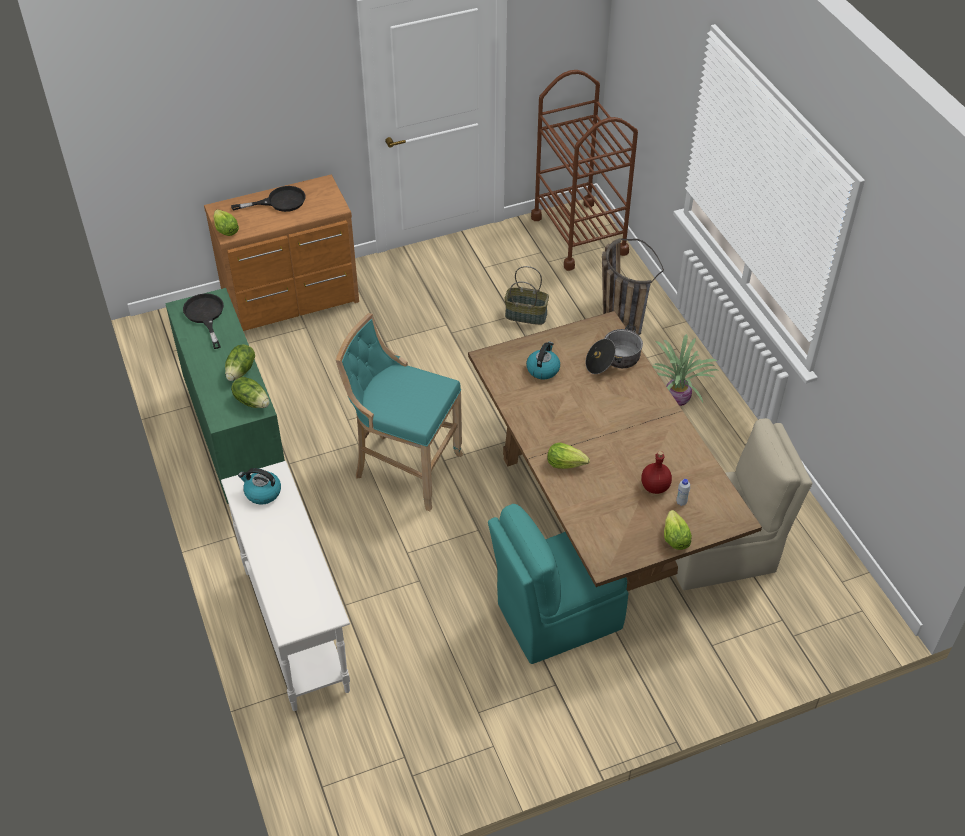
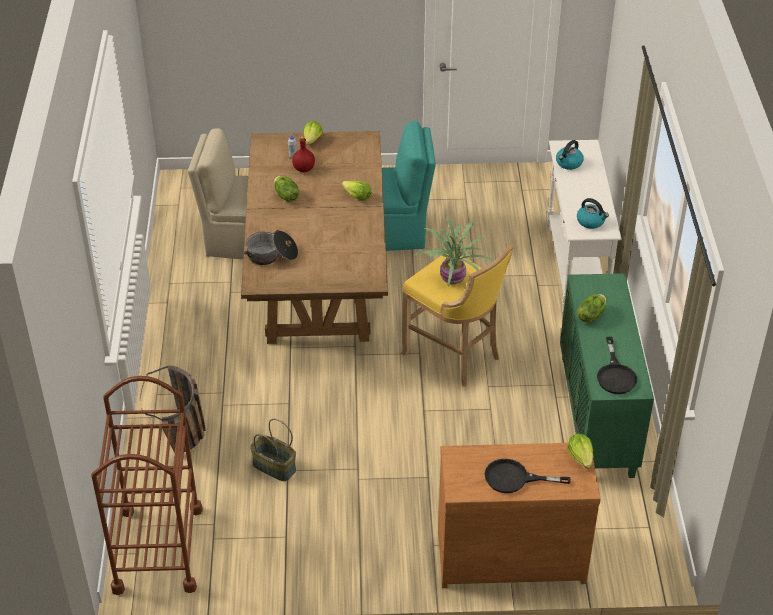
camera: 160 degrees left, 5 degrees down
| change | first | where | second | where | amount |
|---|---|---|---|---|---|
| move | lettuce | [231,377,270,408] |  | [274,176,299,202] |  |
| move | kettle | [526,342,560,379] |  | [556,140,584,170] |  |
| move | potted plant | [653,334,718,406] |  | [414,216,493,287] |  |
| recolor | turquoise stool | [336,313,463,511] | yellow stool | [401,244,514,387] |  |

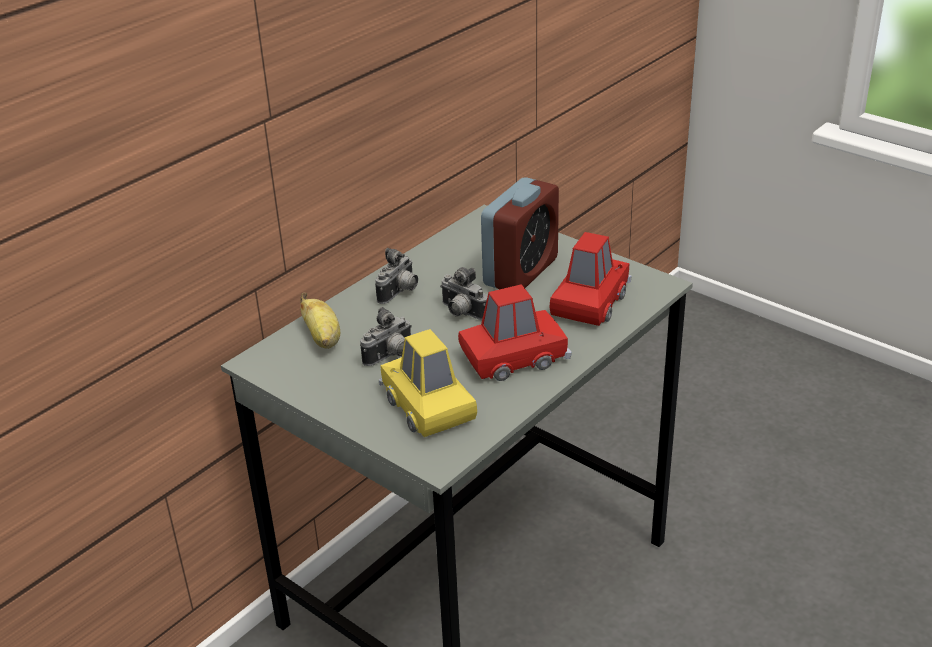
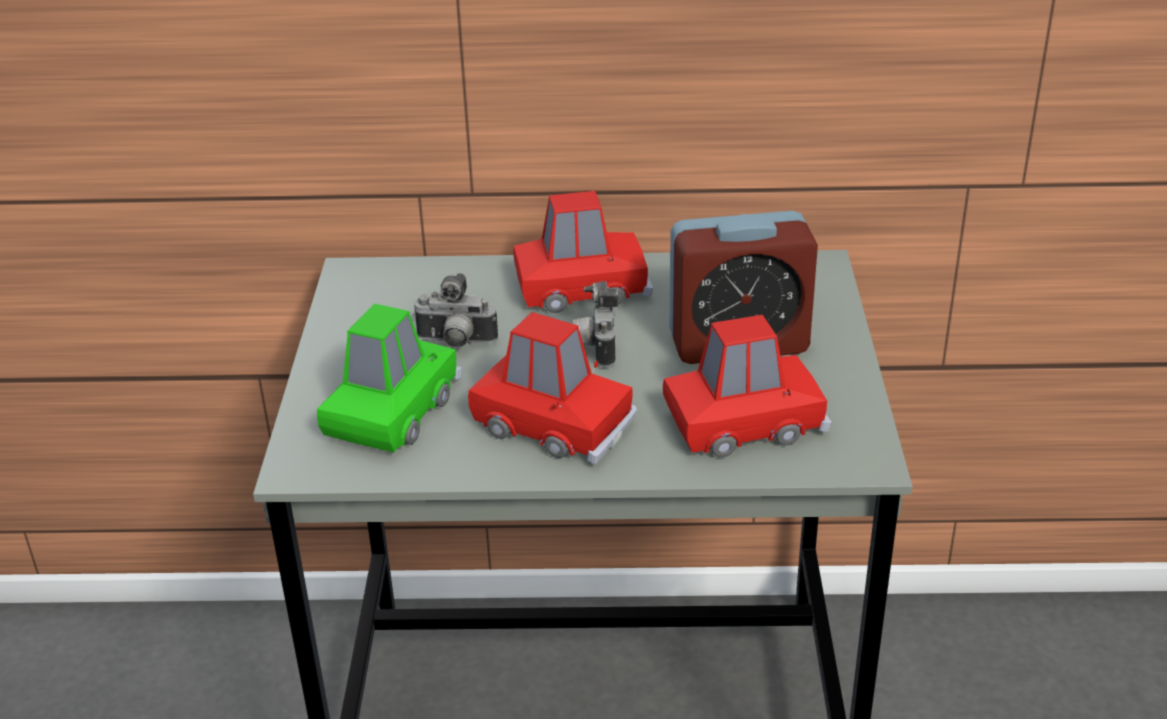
camera: 50 degrees right, 0 degrees up
| change | first | where | second | where | amount |
|---|---|---|---|---|---|
| delete | banana | [300,293,340,349] |  |  |  |
| replace | photo camera | [375,248,418,304] | red toy car | [513,191,653,313] |  |
| recolor | yellow toy car | [379,329,477,437] | green toy car | [317,304,462,452] |  |

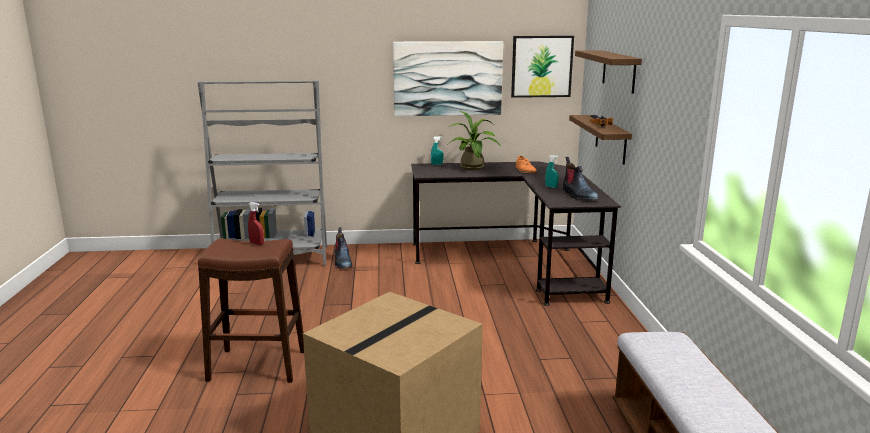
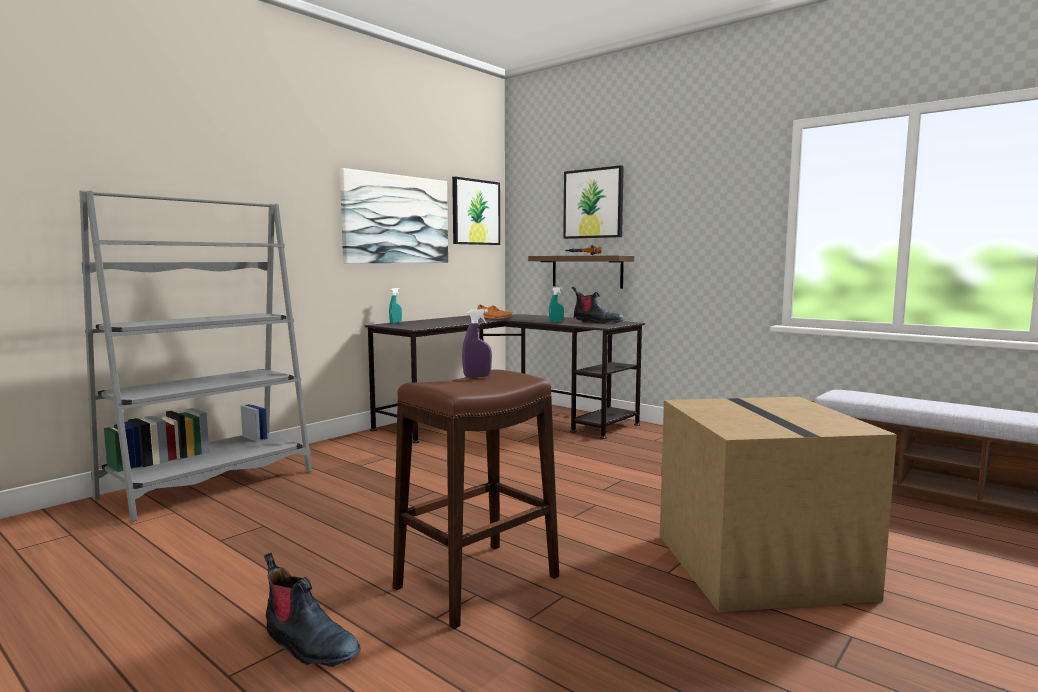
camera: 45 degrees left, 10 degrees down
| change | first | where | second | where | amount |
|---|---|---|---|---|---|
| delete | potted plant | [447,111,501,170] |  |  |  |
| move | boot | [334,227,352,269] |  | [264,553,360,667] |  |
| replace | brown shelf | [575,50,642,94] | picture | [563,165,624,239] |  |
| recolor | red spray bottle | [248,202,264,245] | purple spray bottle | [462,309,492,377] |  |

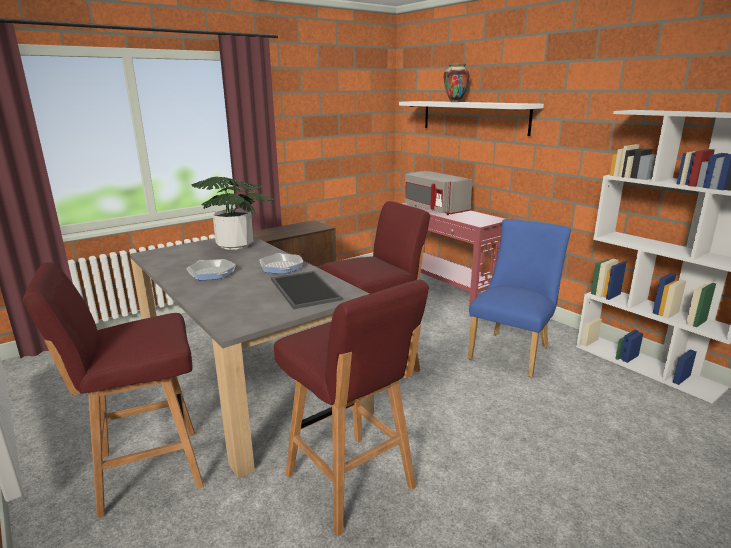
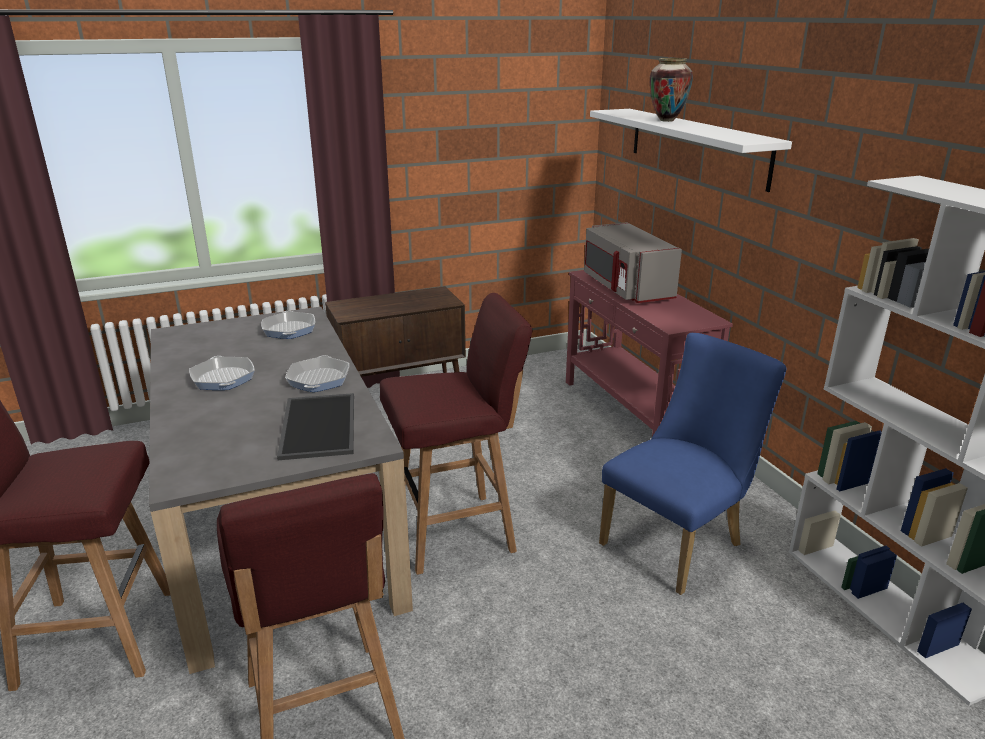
camera: 15 degrees right, 5 degrees up
| change | first | where | second | where | amount |
|---|---|---|---|---|---|
| replace | potted plant | [192,176,275,250] | frying pan | [261,311,315,339] |  |

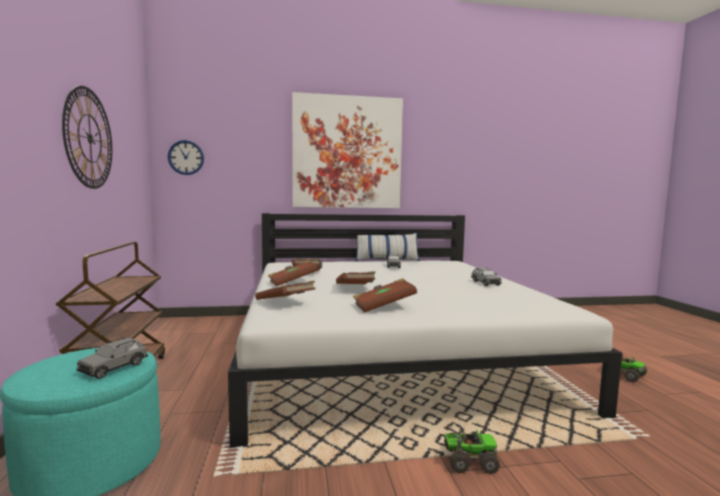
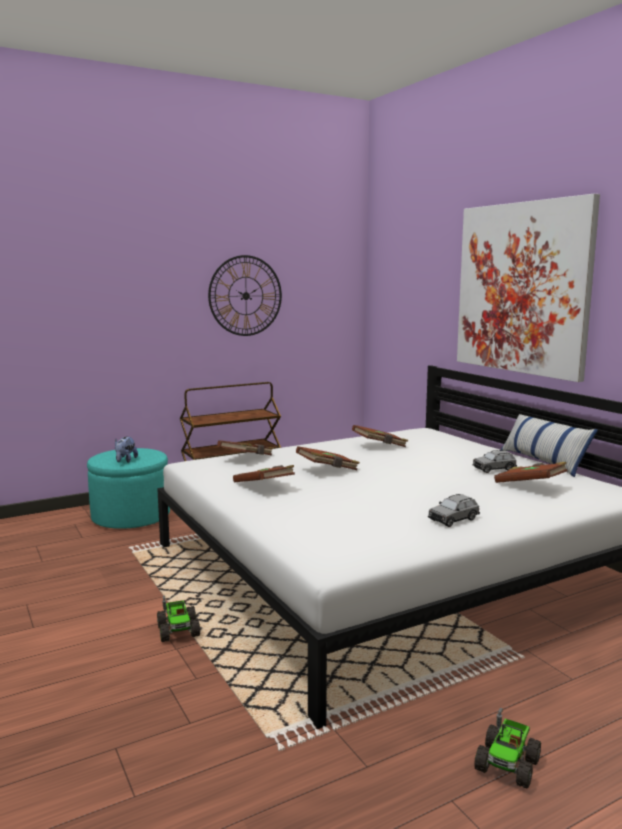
camera: 70 degrees right, 5 degrees up
| change | first | where | second | where | amount |
|---|---|---|---|---|---|
| delete | wall clock | [168,140,204,175] |  |  |  |
| move | brown book | [268,260,319,286] |  | [494,462,568,483] |  |
| replace | grey toy car | [77,338,148,379] | plush toy | [115,437,138,463] |  |

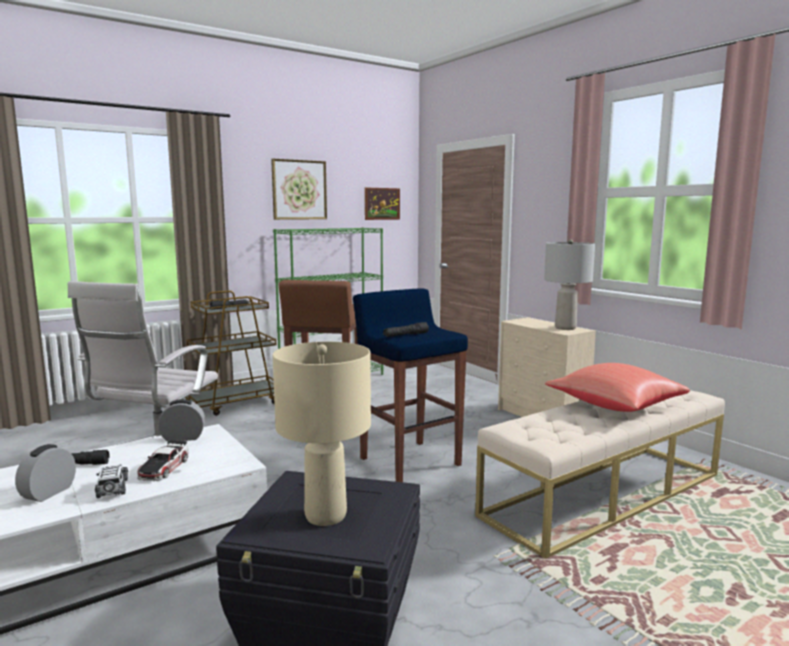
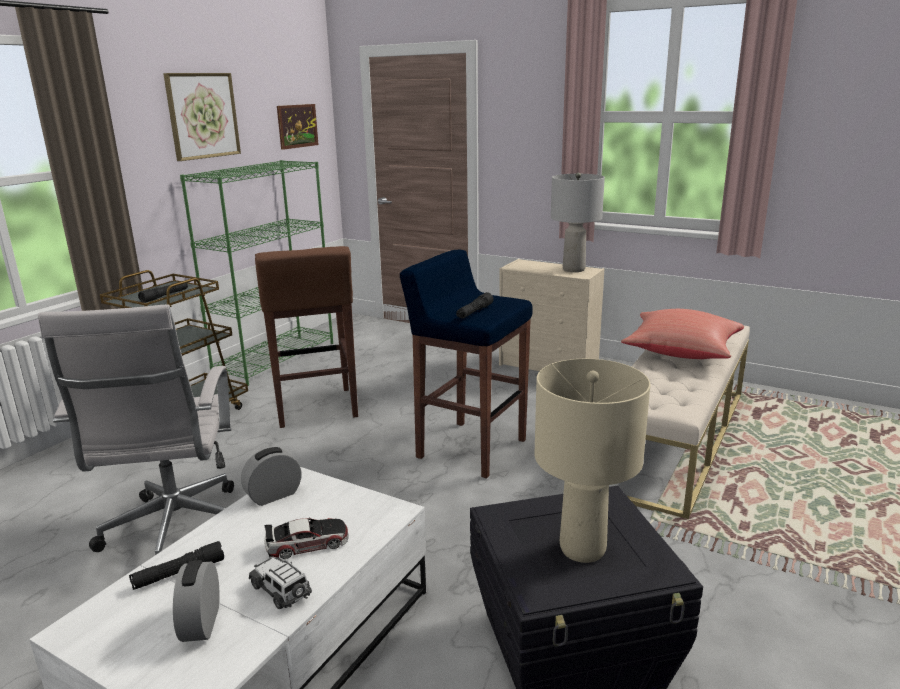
camera: 25 degrees left, 10 degrees up
| change | first | where | second | where | amount |
|---|---|---|---|---|---|
| rotate | toy car | [137,440,188,481] |  | [264,518,349,559] | 90 degrees counterclockwise |

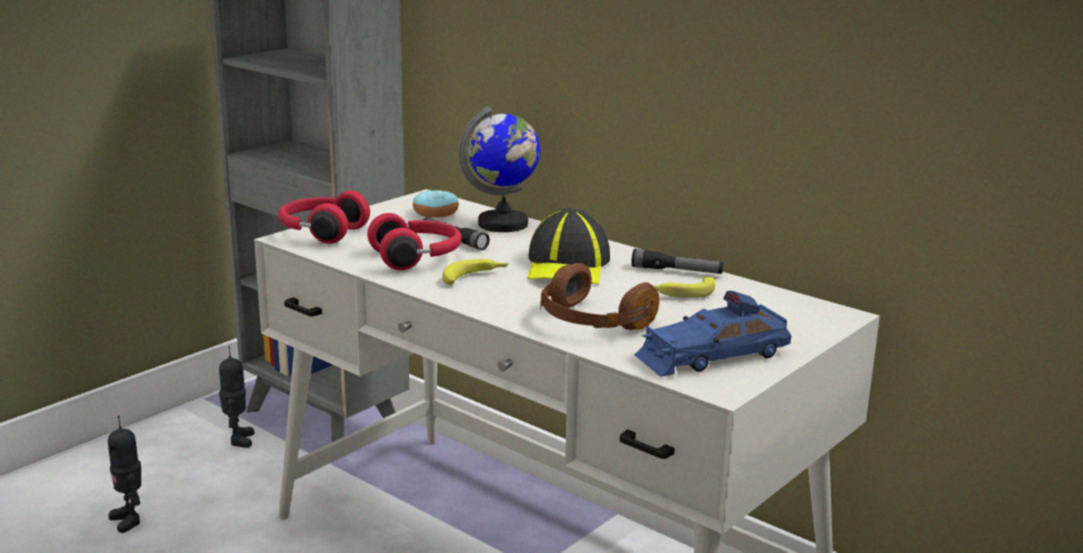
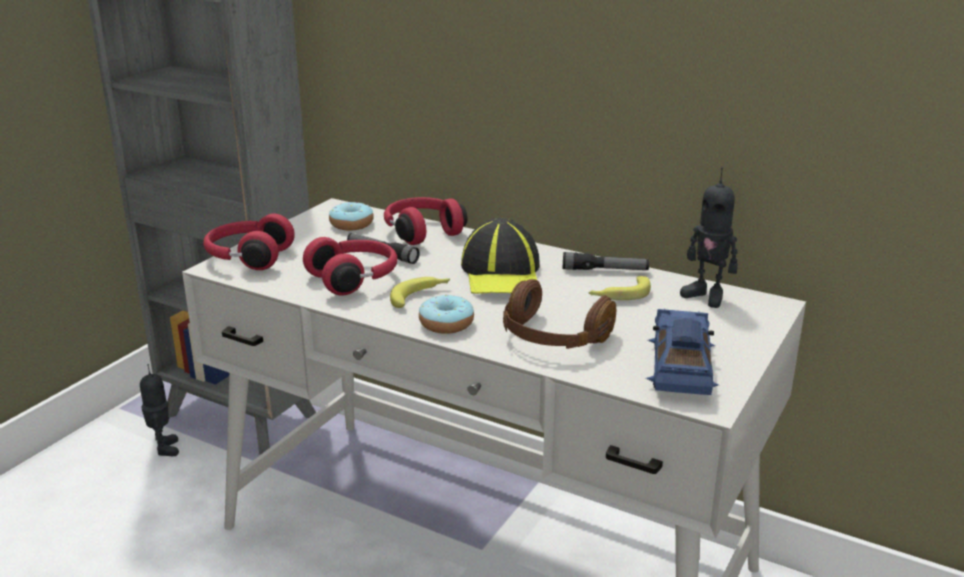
camera: 10 degrees left, 5 degrees up
| change | first | where | second | where | amount |
|---|---|---|---|---|---|
| insert |  |  | donut | [419,295,474,334] |  |
| move | toy robot | [108,416,141,533] |  | [680,167,738,308] |  |
| replace | globe | [459,106,540,232] | red headphones | [384,197,467,245] |  |
| rotate | blue toy car | [634,291,791,377] |  | [646,309,719,395] | 135 degrees clockwise |

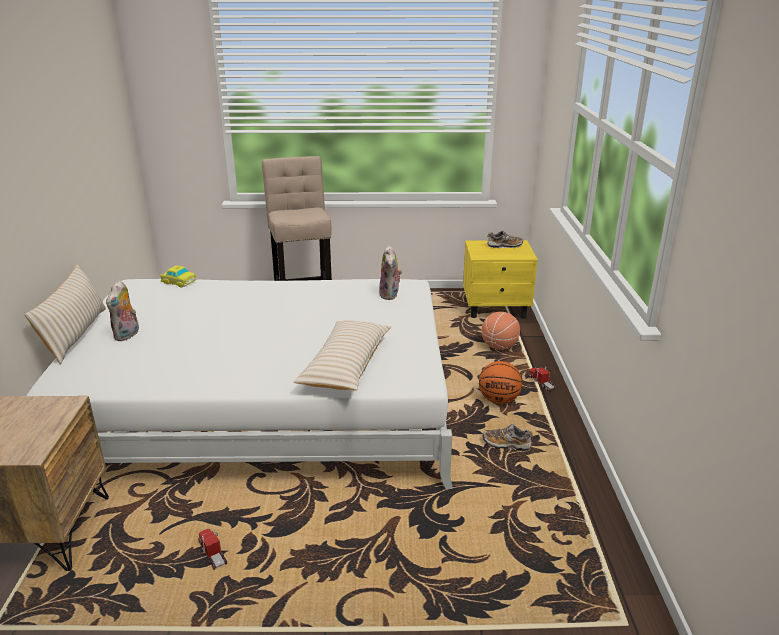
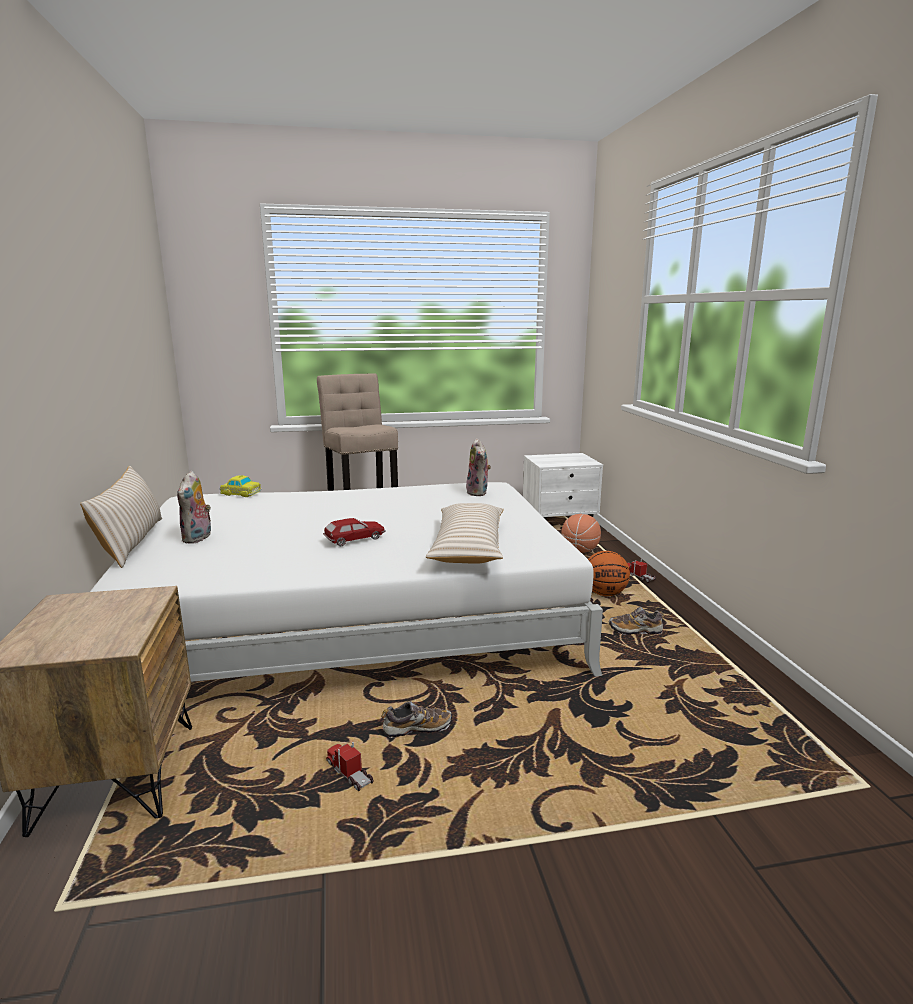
camera: 10 degrees left, 10 degrees down
| change | first | where | second | where | amount |
|---|---|---|---|---|---|
| insert |  |  | toy car | [323,518,386,546] |  |
| move | shoe | [487,230,523,248] |  | [381,701,452,738] |  |
| recolor | yellow nightstand | [463,240,538,319] | white nightstand | [523,453,603,519] |  |

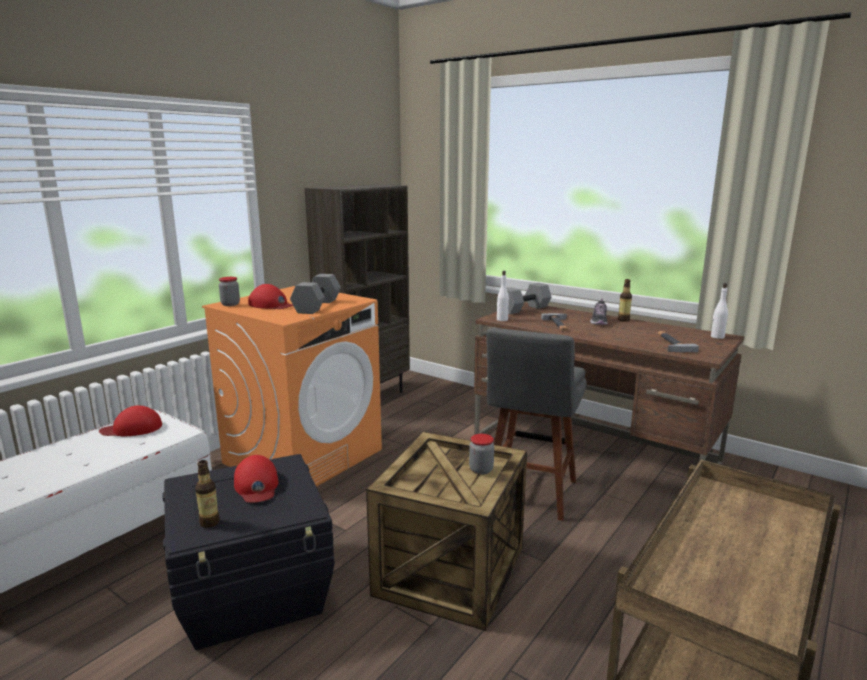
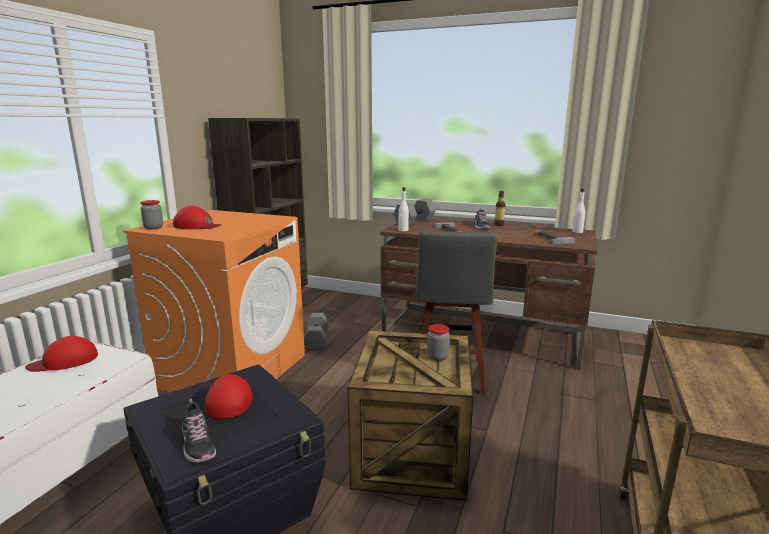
camera: 15 degrees left, 0 degrees up
| change | first | where | second | where | amount |
|---|---|---|---|---|---|
| move | grey dumbbell | [290,274,341,314] |  | [304,313,328,351] |  |
| replace | bottle | [195,460,220,528] | shoe | [181,398,216,463] |  |
| rotate | red cap | [234,455,279,503] |  | [205,374,253,419] | 150 degrees counterclockwise |

